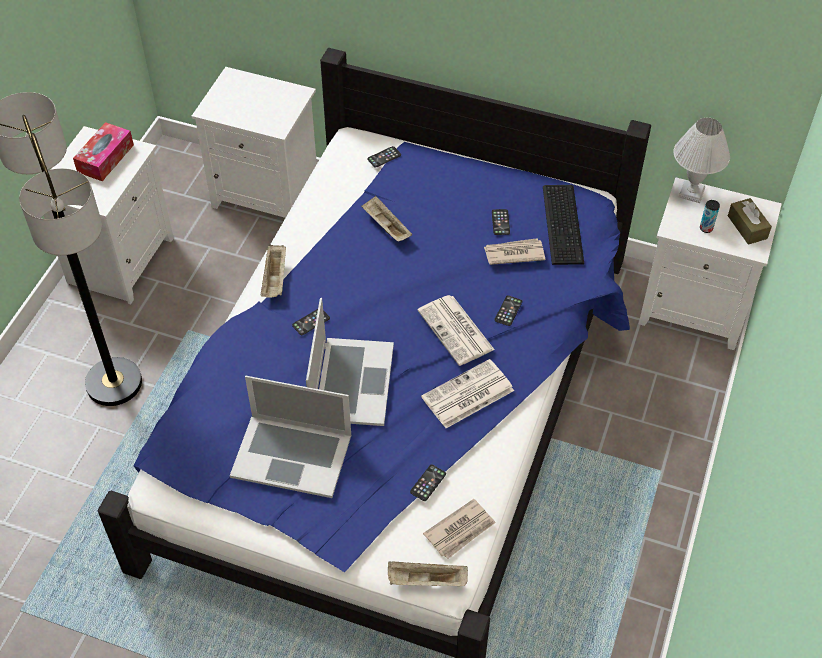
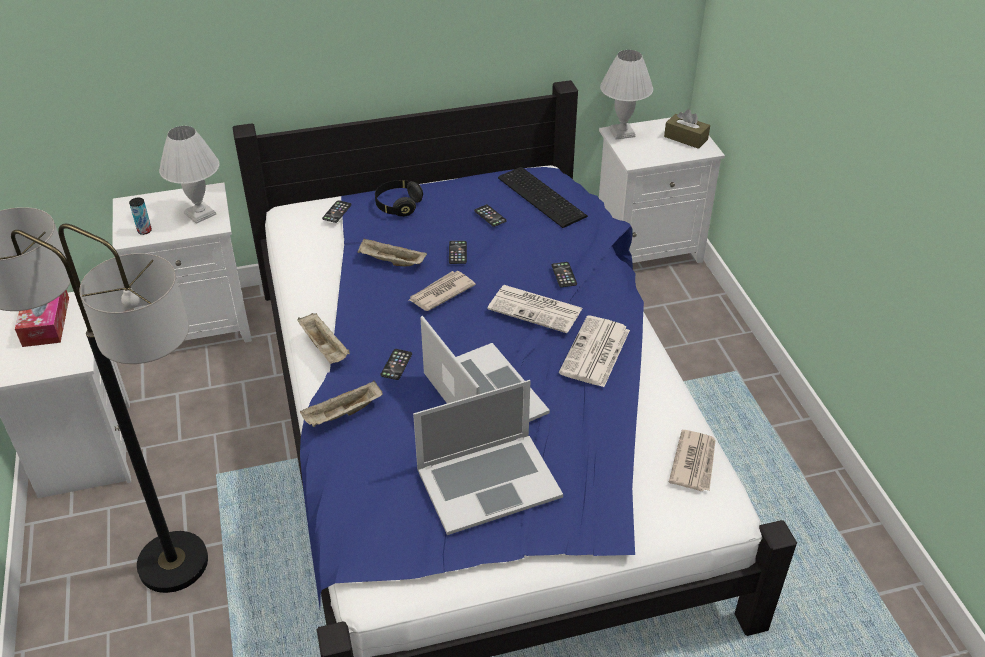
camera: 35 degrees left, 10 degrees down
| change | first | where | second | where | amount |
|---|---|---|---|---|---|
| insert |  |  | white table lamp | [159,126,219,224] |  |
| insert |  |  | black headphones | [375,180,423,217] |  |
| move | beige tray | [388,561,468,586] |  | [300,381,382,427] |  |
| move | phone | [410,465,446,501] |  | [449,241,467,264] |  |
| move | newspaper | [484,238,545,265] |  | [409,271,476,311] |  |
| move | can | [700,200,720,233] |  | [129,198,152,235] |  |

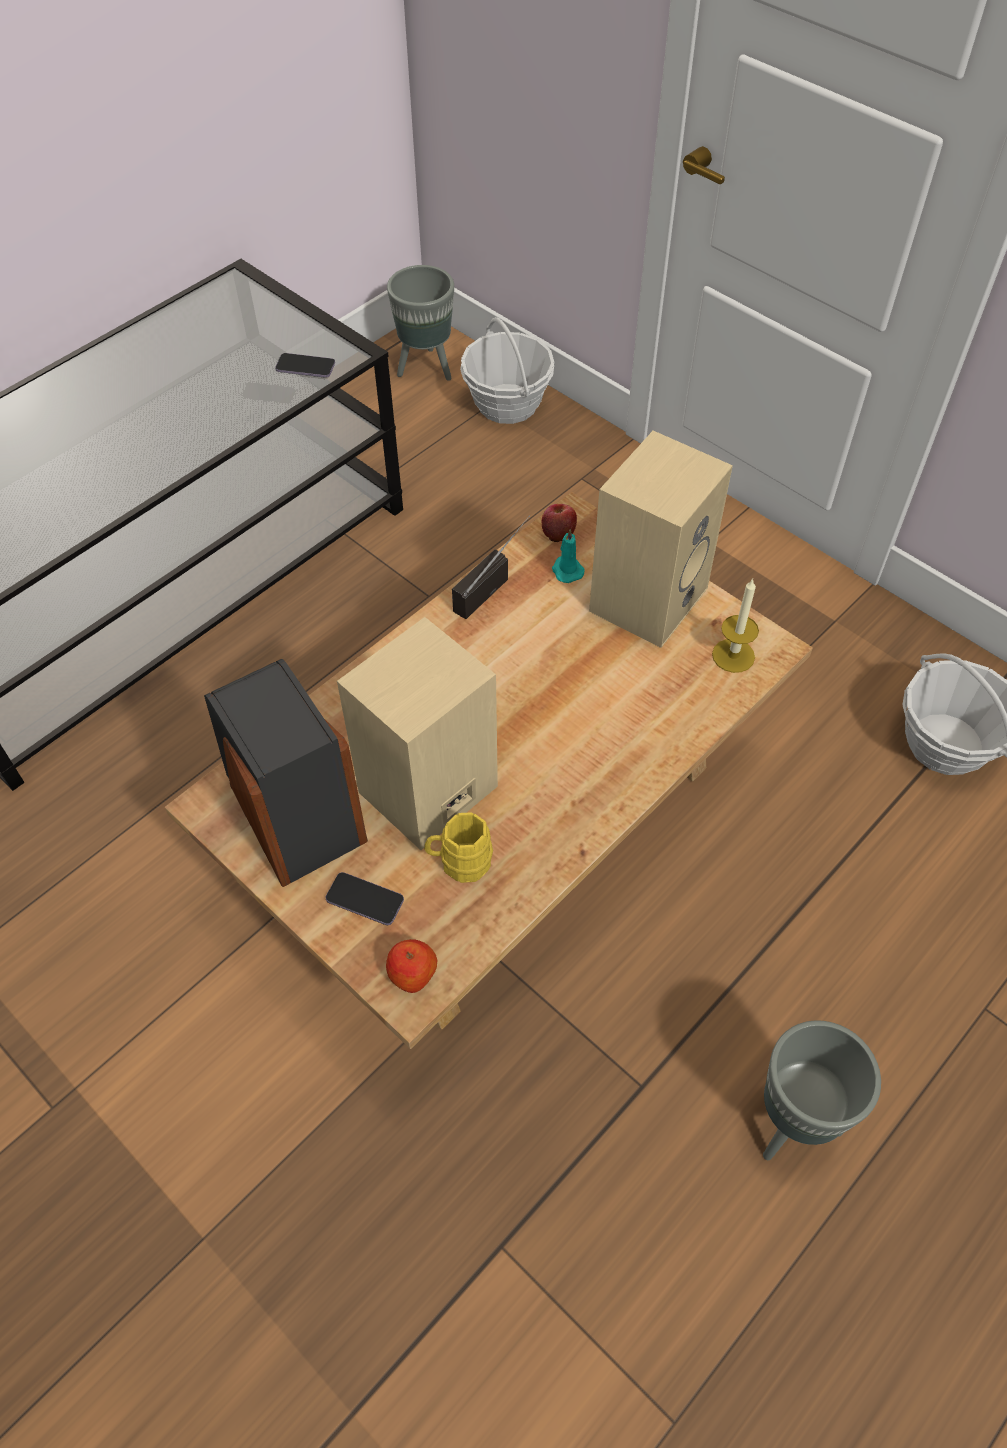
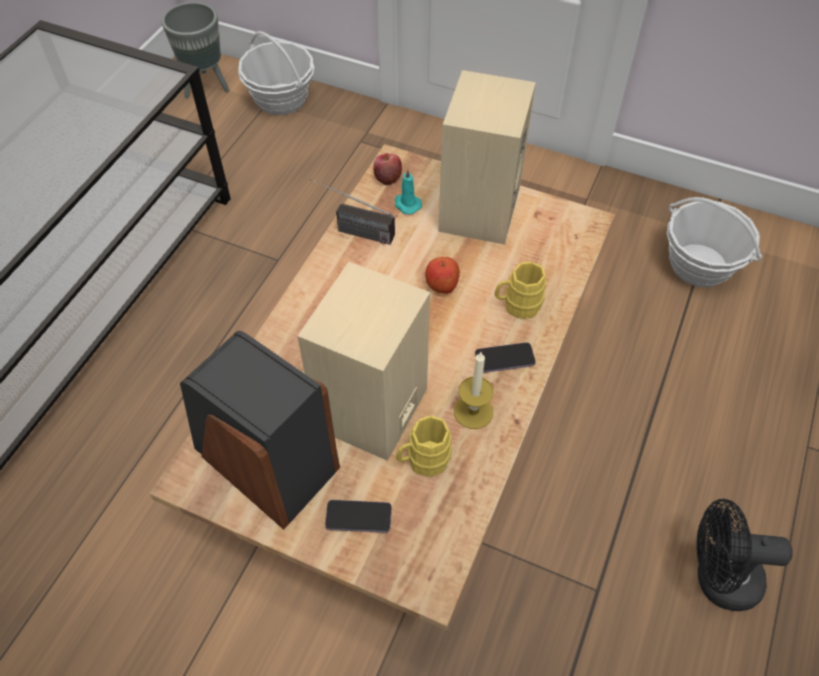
camera: 20 degrees left, 0 degrees up
| change | first | where | second | where | amount |
|---|---|---|---|---|---|
| insert |  |  | yellow mug | [495,262,546,319] |  |
| move | phone | [275,353,335,378] |  | [475,342,536,373] |  |
| move | apple | [386,939,437,993] |  | [425,257,460,294] |  |
| move | candle | [712,579,759,673] |  | [454,351,494,429] |  |
| replace | grey planter | [763,1020,881,1160] | black fan | [697,499,793,611] |  |
| rotate | radio | [452,515,530,619] |  | [310,179,395,245] | 90 degrees counterclockwise |

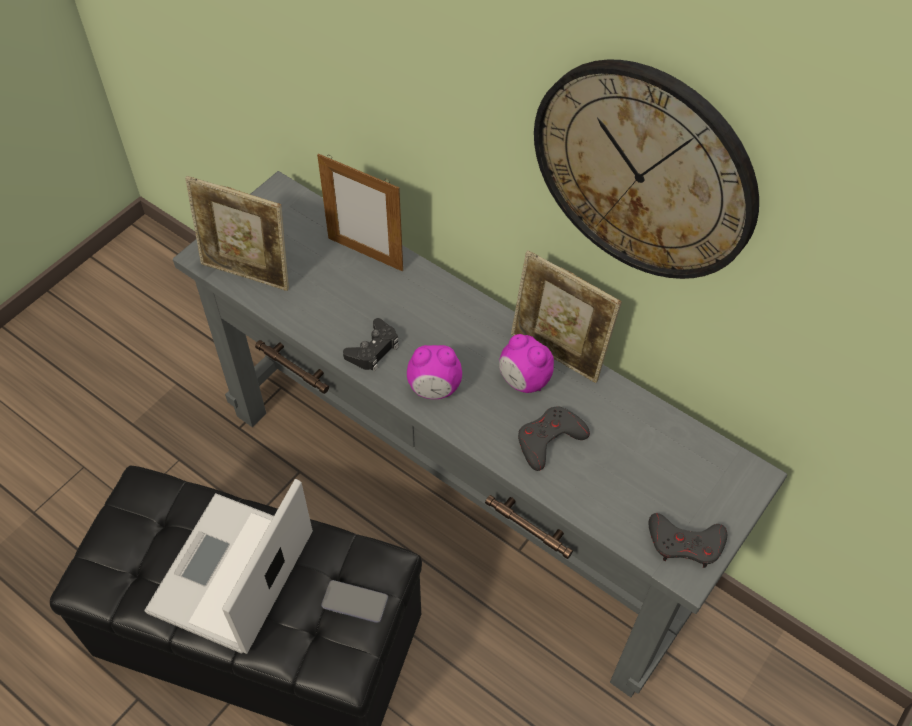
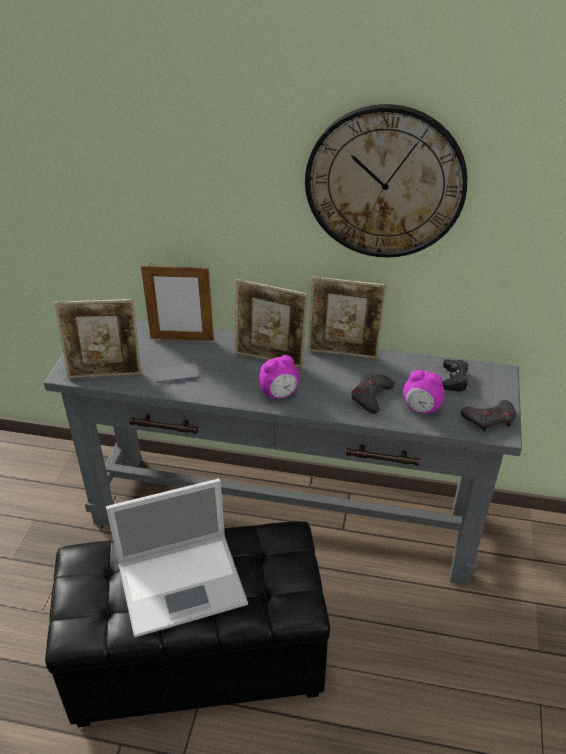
camera: 25 degrees left, 15 degrees down
| change | first | where | second | where | amount |
|---|---|---|---|---|---|
| insert |  |  | picture frame | [235,279,308,368] |  |
| move | phone | [321,580,388,623] |  | [156,364,201,383] |  |
| move | black game controller | [343,318,399,371] |  | [442,359,469,392] |  |
| move | alarm clock | [499,334,554,393] |  | [403,370,444,413] |  |
| rotate | laptop | [144,479,313,654] |  | [106,479,248,637] | 105 degrees counterclockwise |

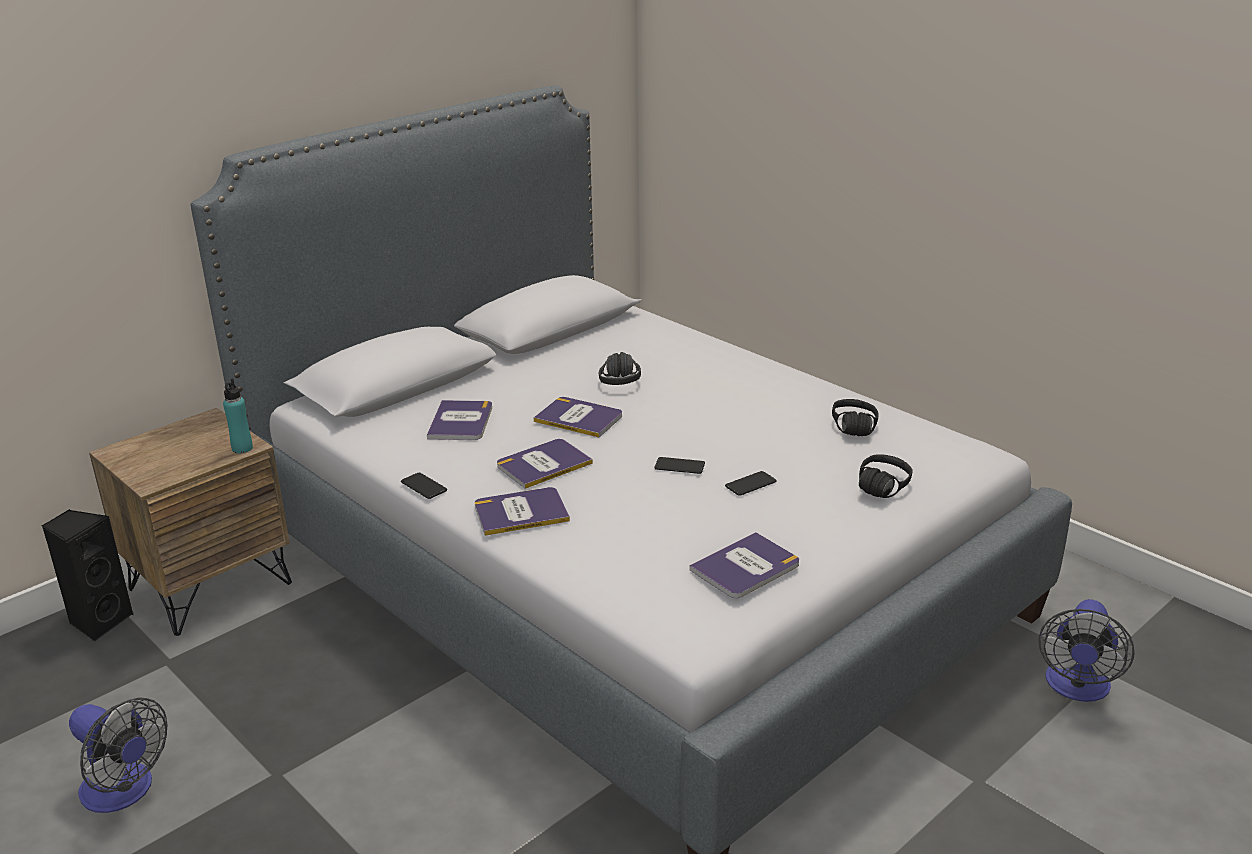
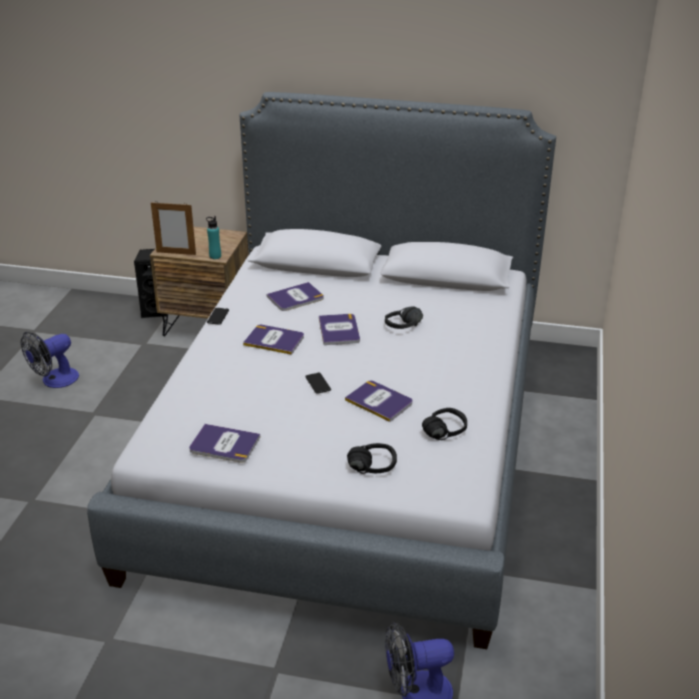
camera: 55 degrees right, 5 degrees up
| change | first | where | second | where | amount |
|---|---|---|---|---|---|
| delete | phone | [725,471,777,496] |  |  |  |
| insert |  |  | picture frame | [151,201,196,255] |  |
| move | book | [475,487,570,536] |  | [345,381,413,422] |  |
| rotate | fan | [69,697,168,813] |  | [21,332,79,388] | 45 degrees clockwise |

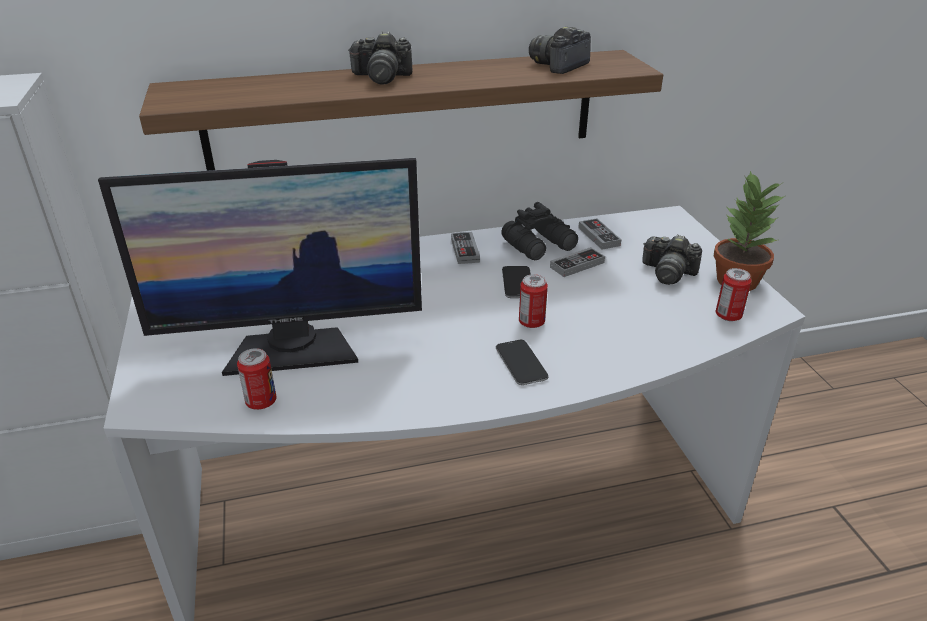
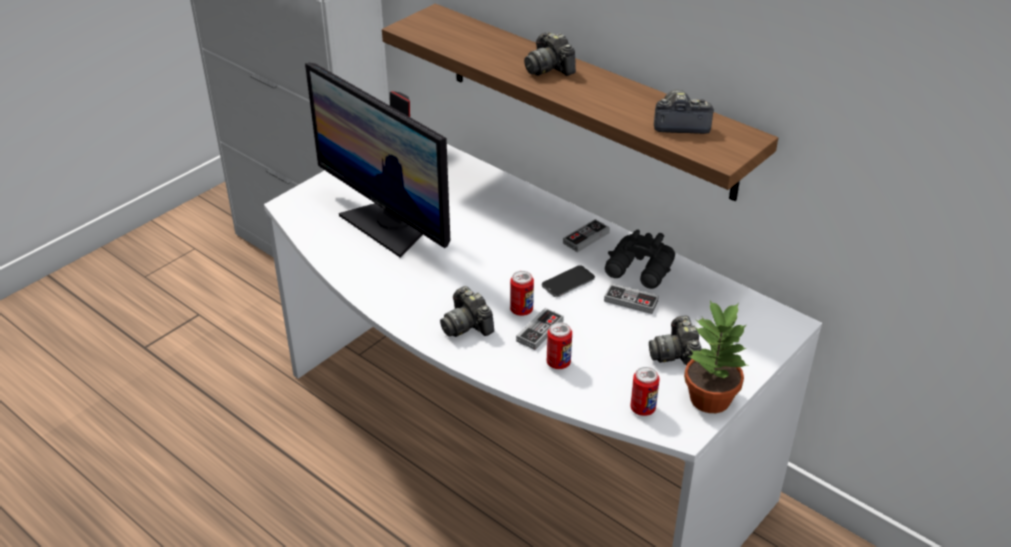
camera: 55 degrees right, 5 degrees up
| change | first | where | second | where | amount |
|---|---|---|---|---|---|
| move | can | [237,348,276,410] |  | [547,322,572,369] |  |
| move | game controller | [578,218,622,250] |  | [516,308,564,350] |  |
| replace | phone | [496,340,548,385] | photo camera | [440,286,494,337] |  |

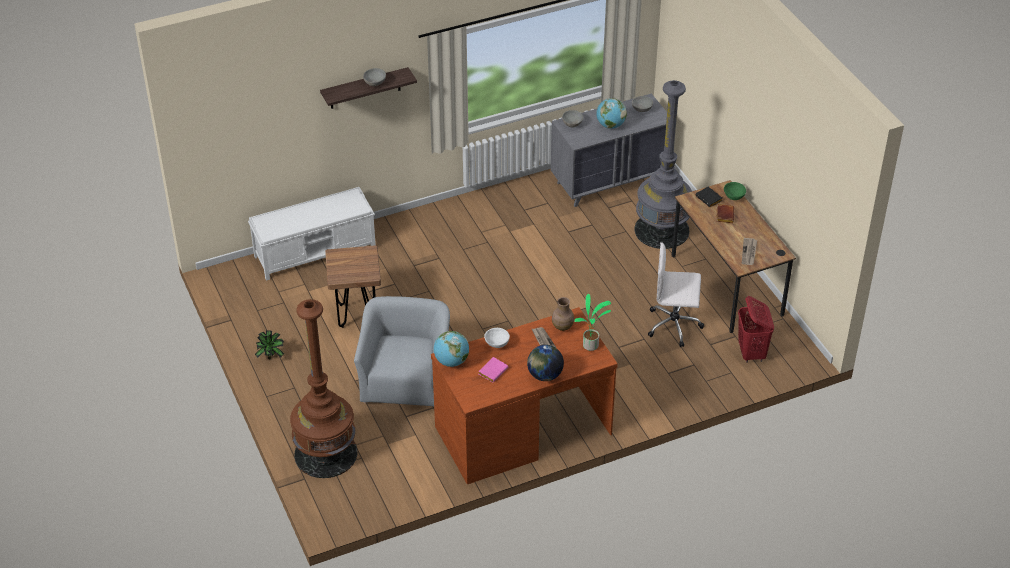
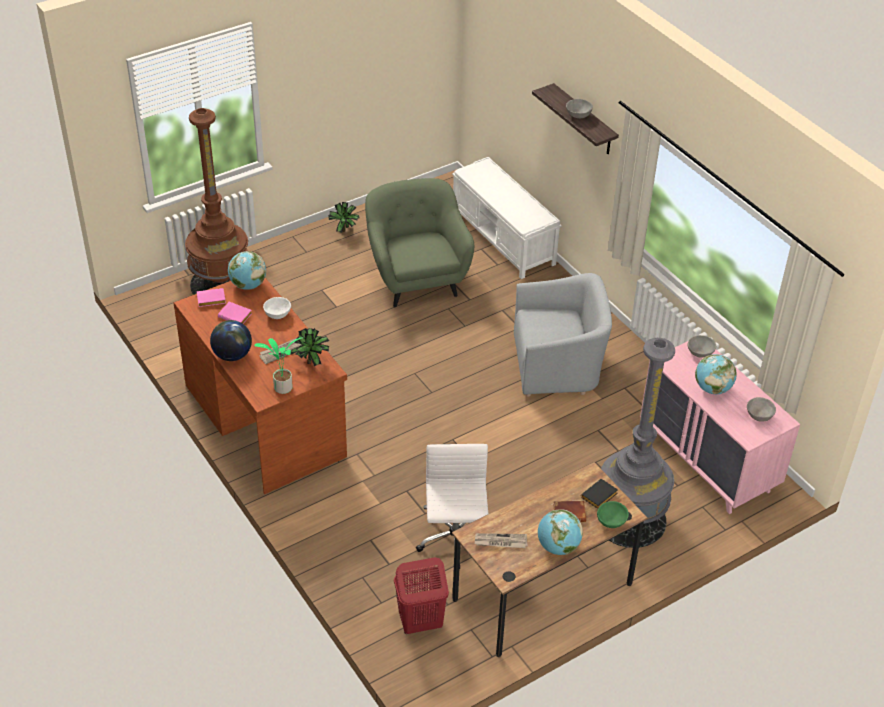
camera: 80 degrees right, 0 degrees up
| change | first | where | second | where | amount |
|---|---|---|---|---|---|
| insert |  |  | pink book | [197,288,226,307] |  |
| insert |  |  | globe | [538,509,583,555] |  |
| move | grey armchair | [354,296,450,406] |  | [514,273,612,397] |  |
| replace | brown stool | [325,245,381,328] | green armchair | [365,178,474,307] |  |
| replace | brown vase | [552,297,574,331] | potted plant | [291,328,329,366] |  |
| recolor | grey dresser | [551,94,667,207] | pink dresser | [640,341,800,514] |  |

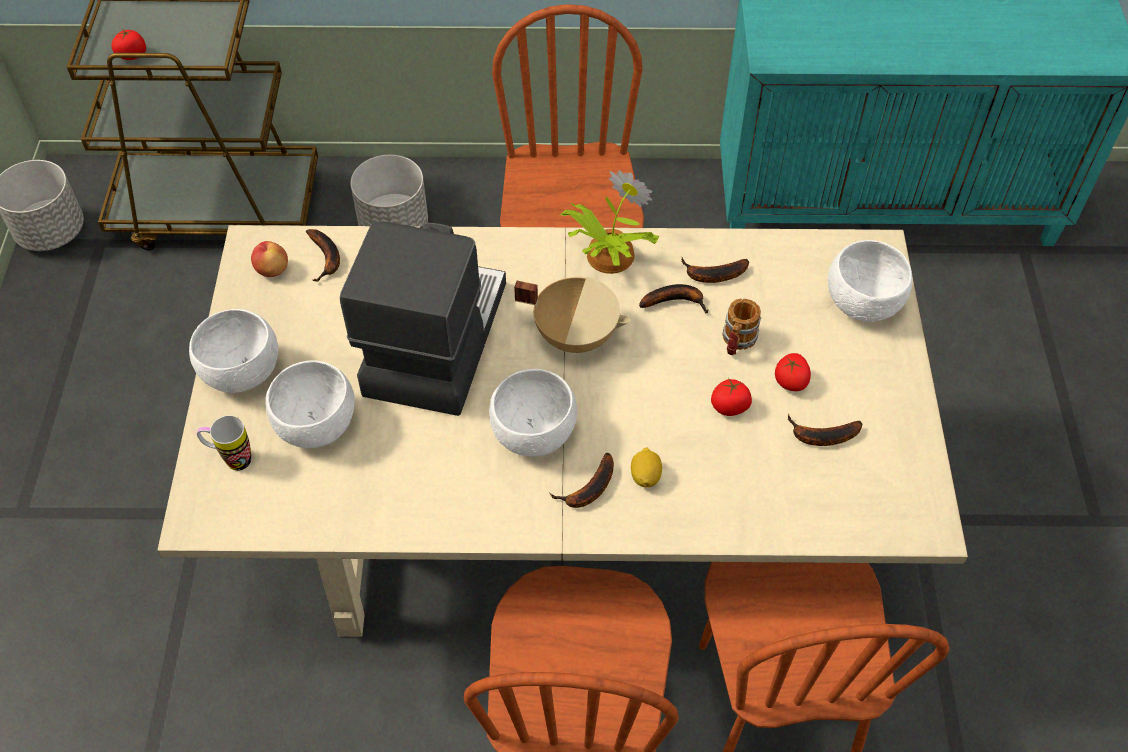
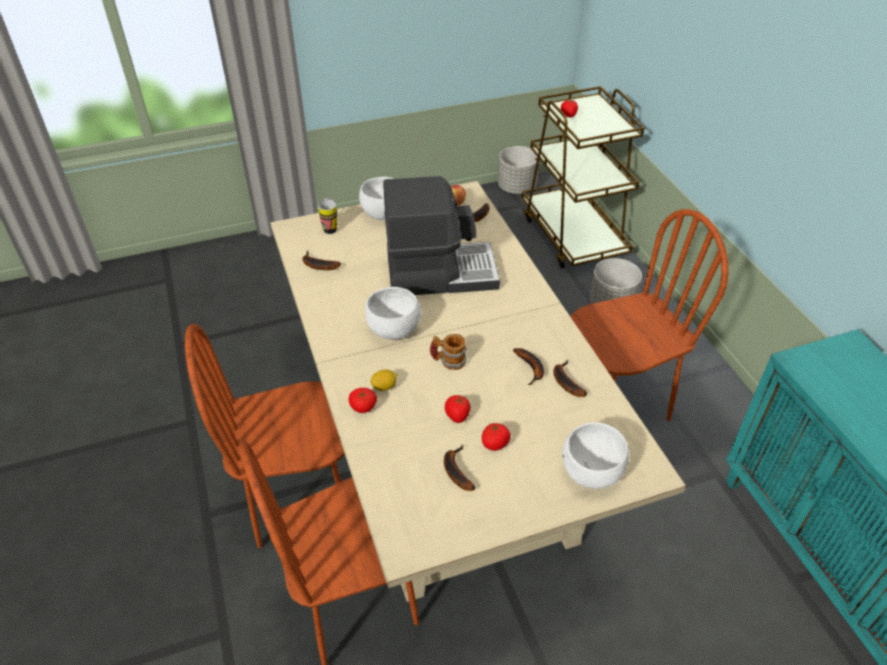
camera: 70 degrees right, 10 degrees down
| change | first | where | second | where | amount |
|---|---|---|---|---|---|
| delete | white bowl | [265,360,355,448] |  |  |  |
| delete | beige cooking pot | [514,277,631,353] |  |  |  |
| delete | potted plant | [561,170,660,274] |  |  |  |
| insert |  |  | tomato | [349,388,377,413] |  |
| move | banana | [549,453,614,508] |  | [303,250,341,270] |  |
| move | mug | [722,298,761,355] |  | [430,334,467,370] |  |

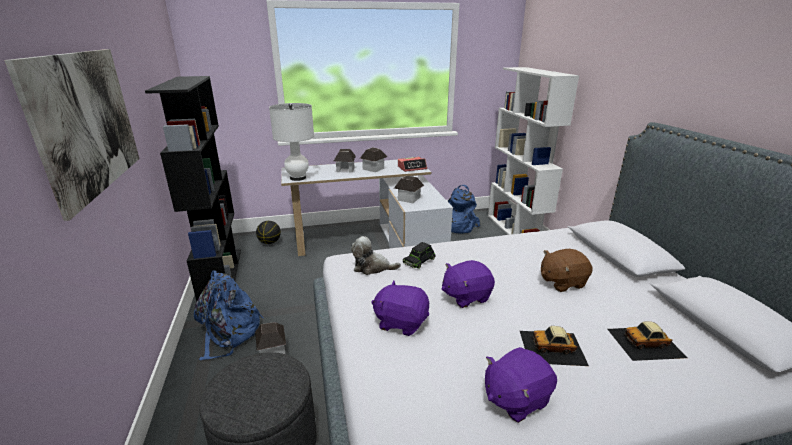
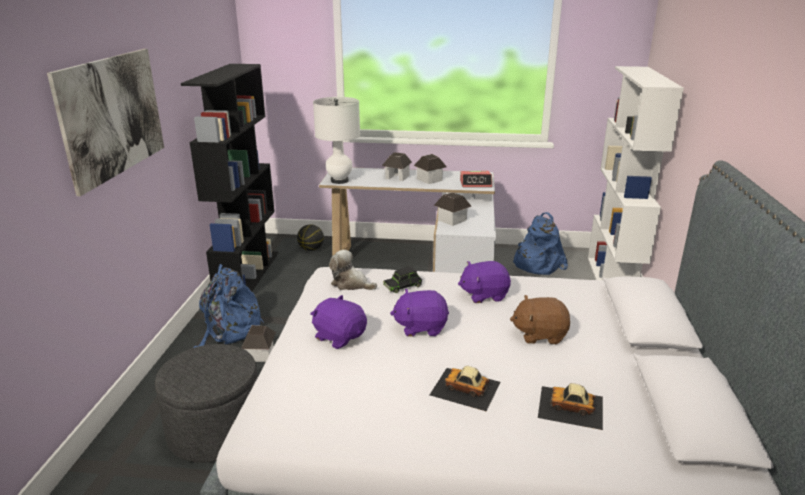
camera: 20 degrees right, 0 degrees up
| change | first | where | second | where | amount |
|---|---|---|---|---|---|
| move | purple plush toy | [485,347,557,423] |  | [458,261,511,303] |  |

